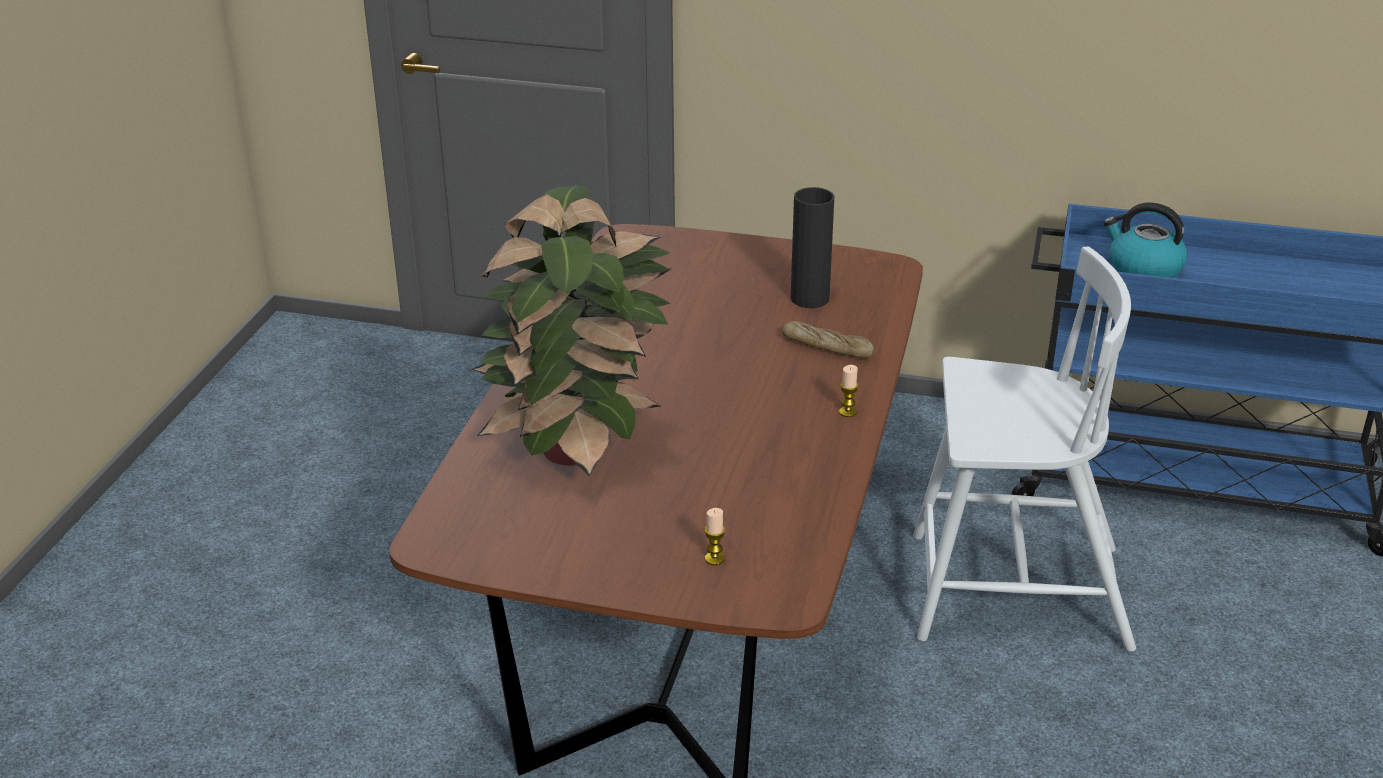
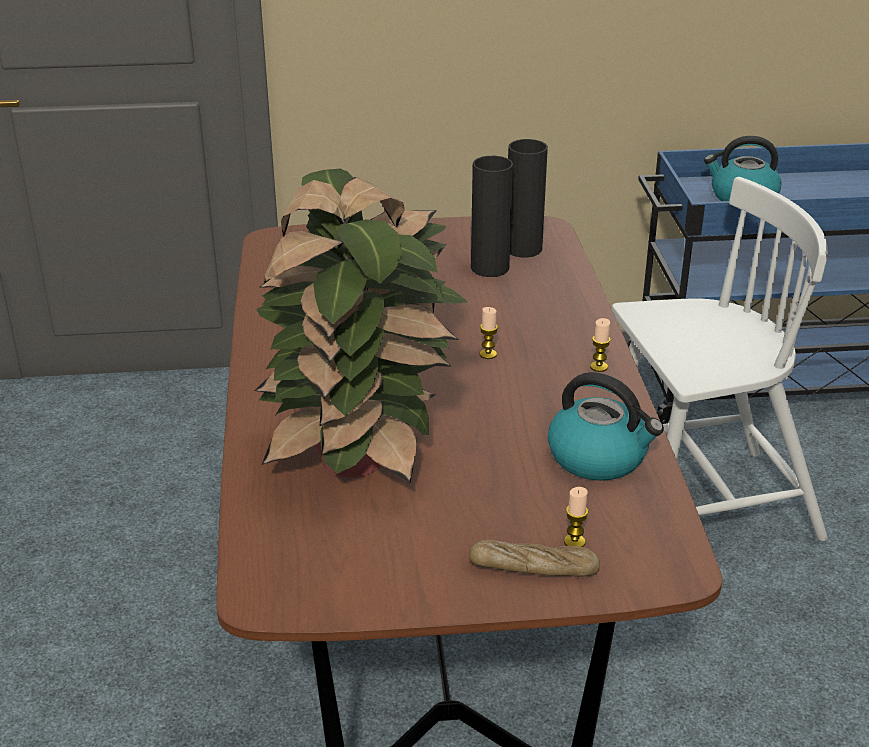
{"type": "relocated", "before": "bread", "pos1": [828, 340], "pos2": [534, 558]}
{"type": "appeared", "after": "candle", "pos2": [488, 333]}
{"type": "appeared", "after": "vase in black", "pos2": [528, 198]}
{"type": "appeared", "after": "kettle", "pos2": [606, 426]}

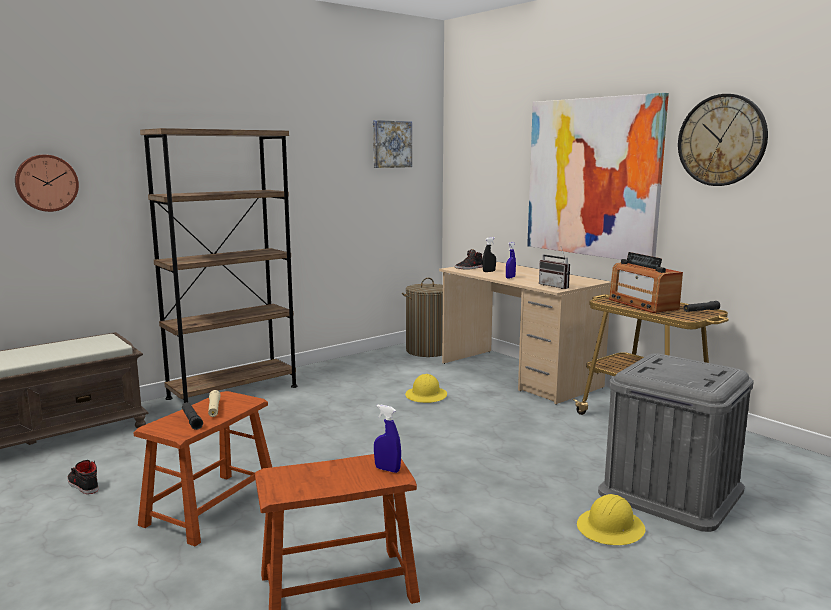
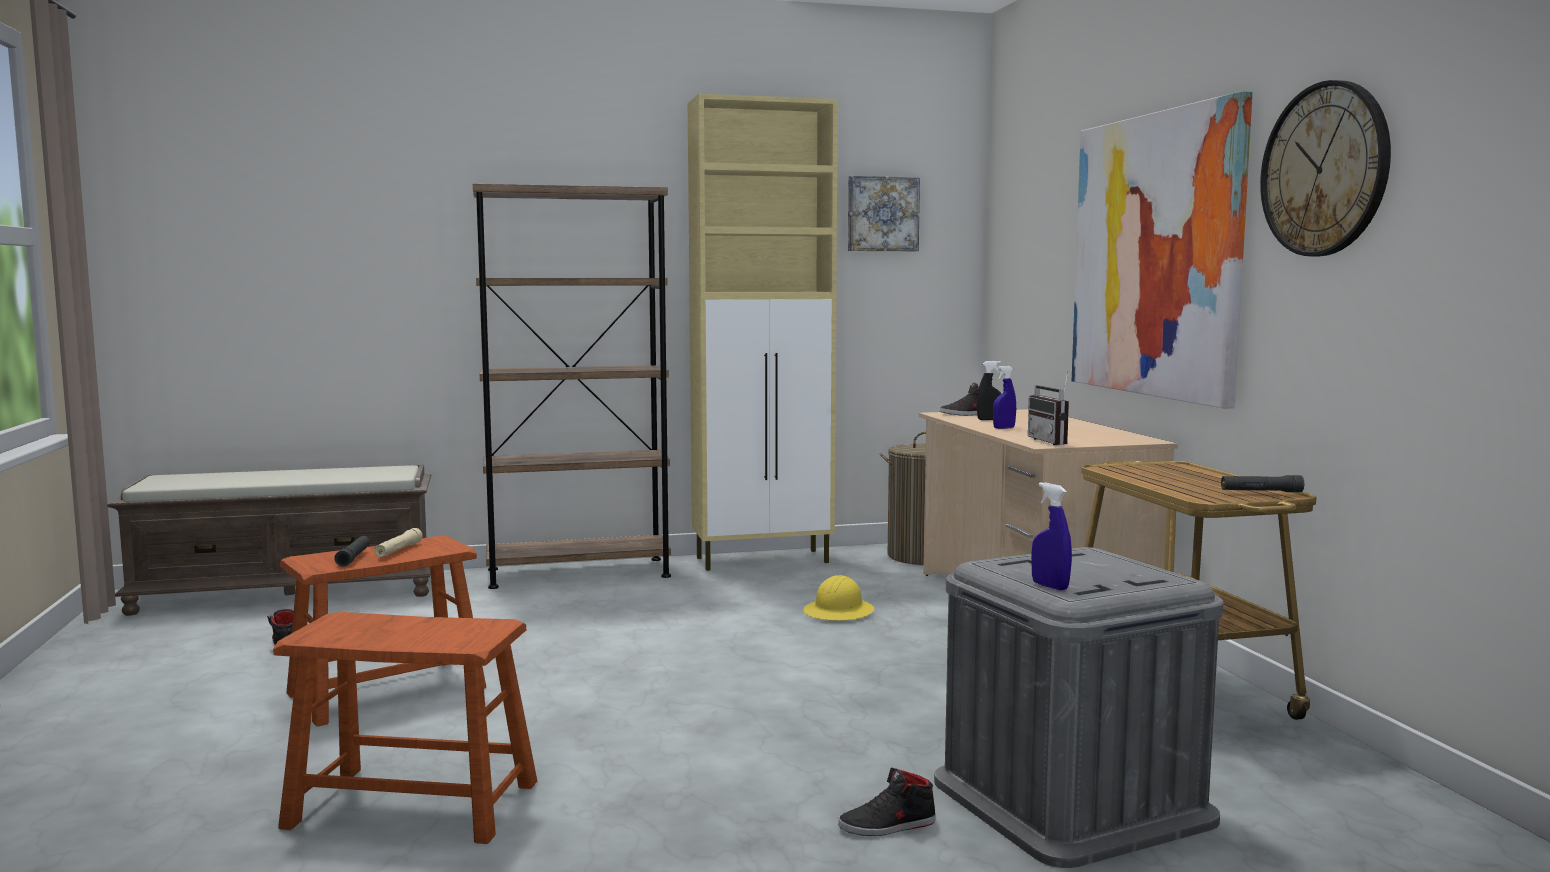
{"type": "missing", "before": "wall clock", "pos1": [47, 183]}
{"type": "relocated", "before": "spray bottle in blue", "pos1": [387, 438], "pos2": [1051, 536]}
{"type": "exchanged", "before": "hard hat in yellow", "after": "shoe in black", "pos1": [611, 519], "pos2": [887, 802]}
{"type": "missing", "before": "radio", "pos1": [646, 282]}
{"type": "appeared", "after": "cabinet in beige", "pos2": [763, 332]}

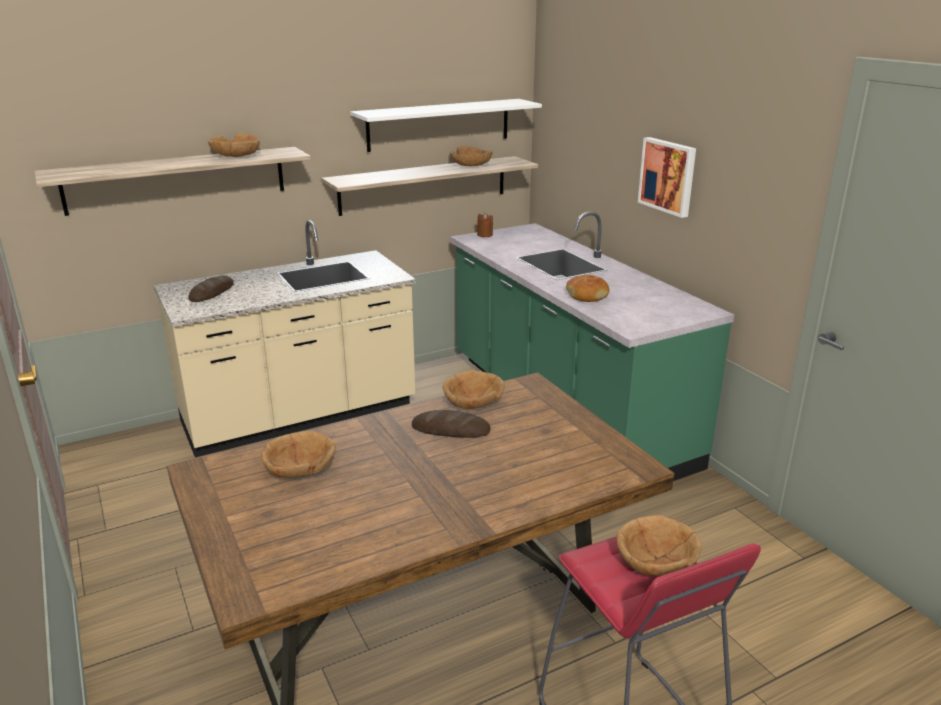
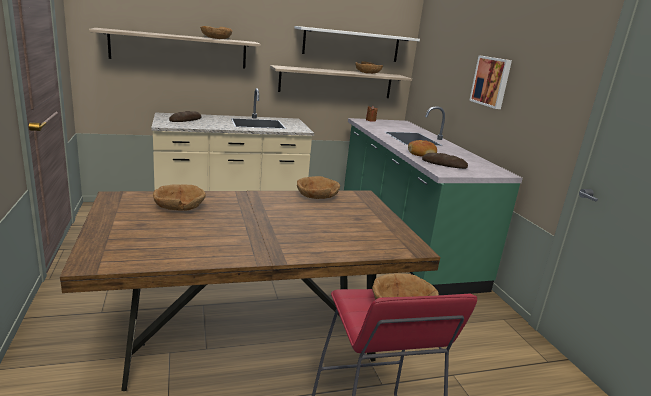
{"type": "relocated", "before": "bread", "pos1": [451, 424], "pos2": [445, 161]}

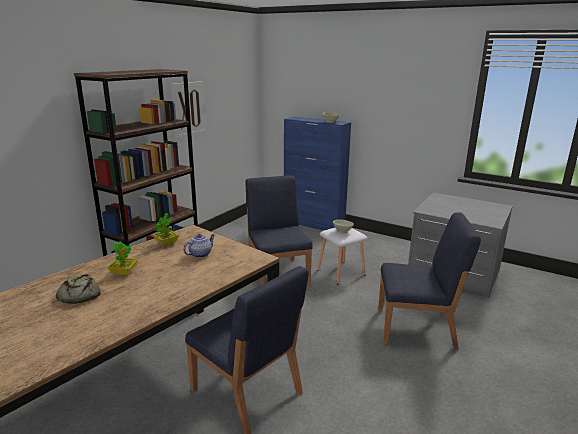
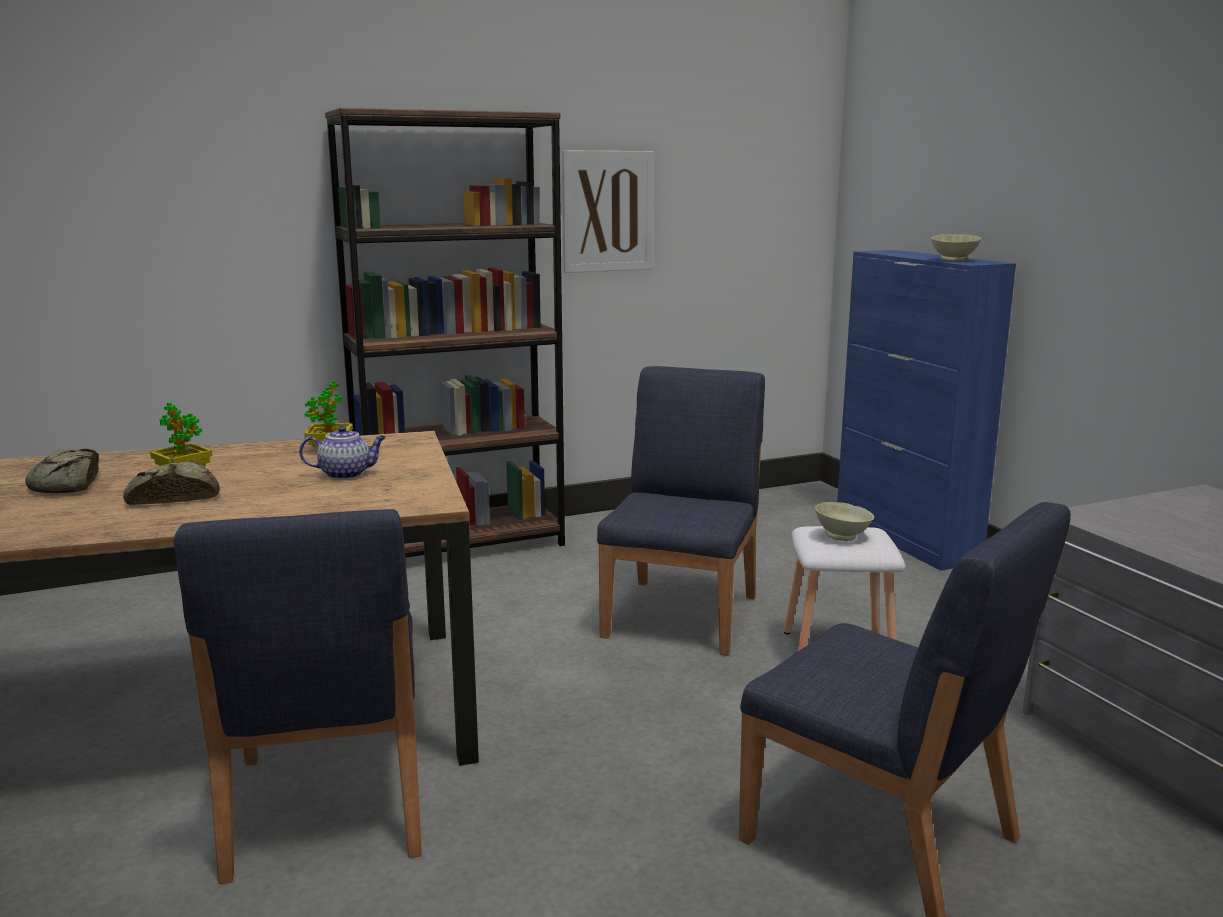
{"type": "appeared", "after": "bread", "pos2": [171, 483]}

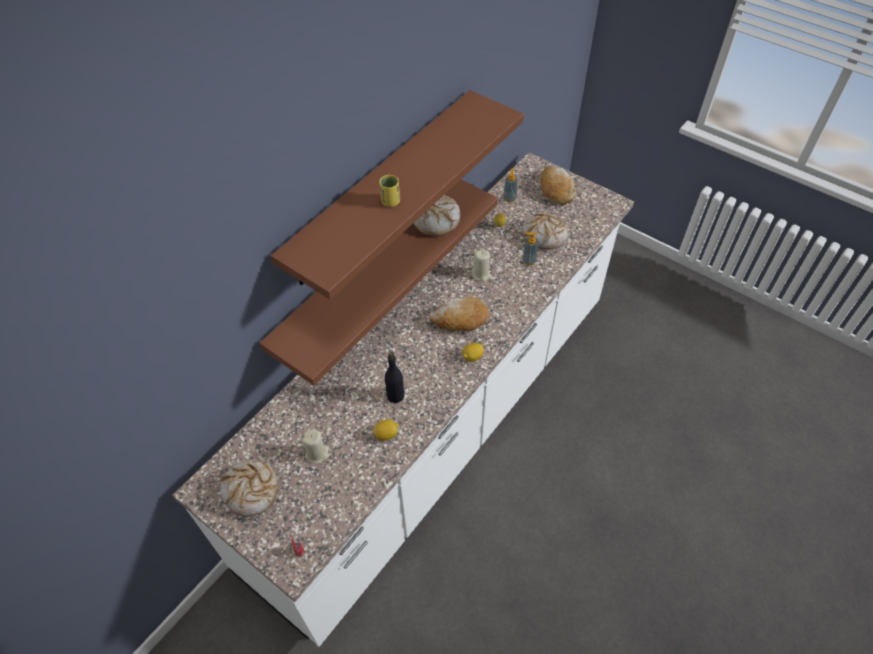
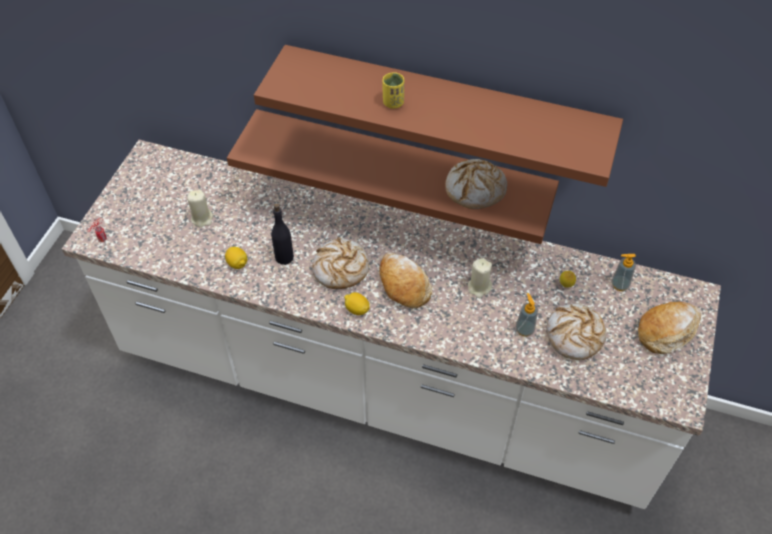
{"type": "relocated", "before": "bread", "pos1": [249, 488], "pos2": [340, 263]}

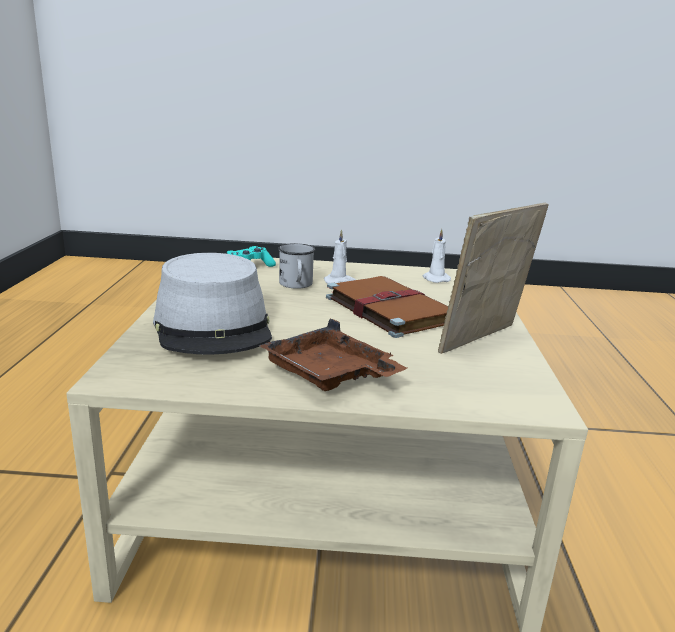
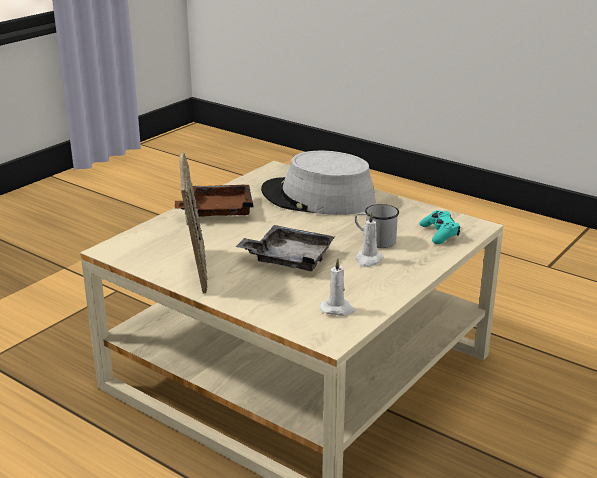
{"type": "exchanged", "before": "book in brown", "after": "tray in grey", "pos1": [387, 307], "pos2": [285, 248]}

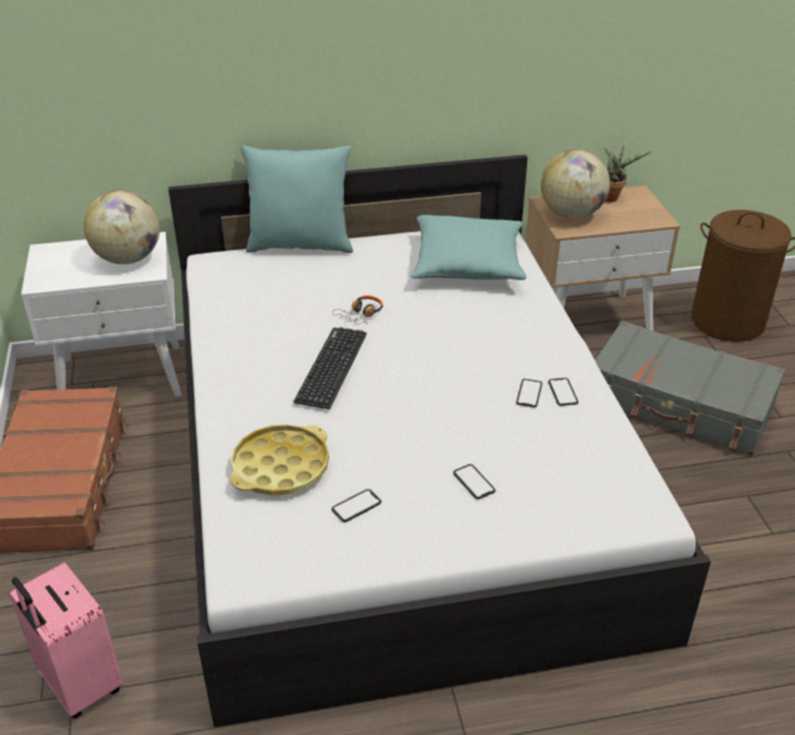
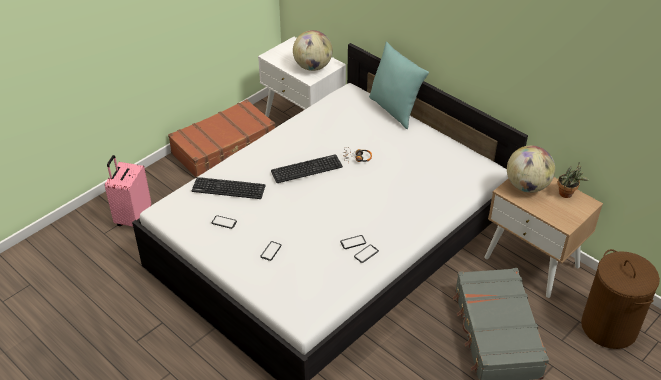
{"type": "exchanged", "before": "tray in yellow", "after": "keyboard", "pos1": [279, 460], "pos2": [228, 188]}
{"type": "missing", "before": "pillow in turquoise", "pos1": [469, 247]}

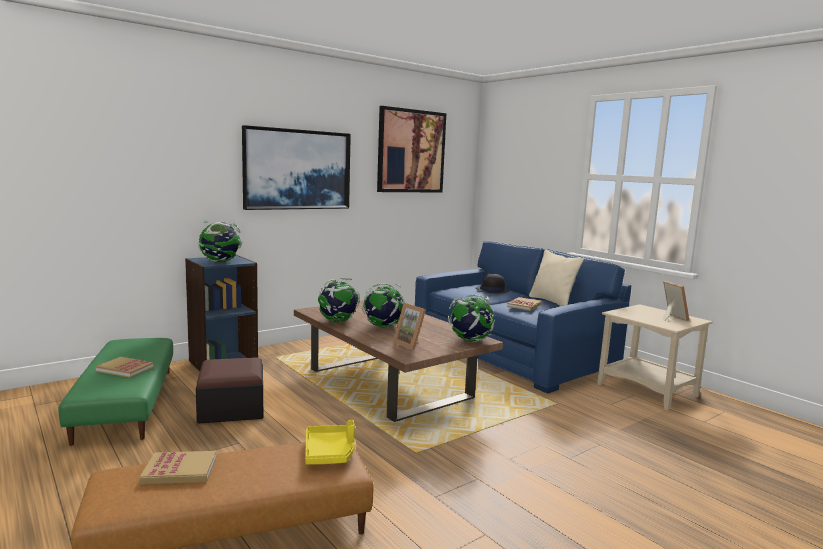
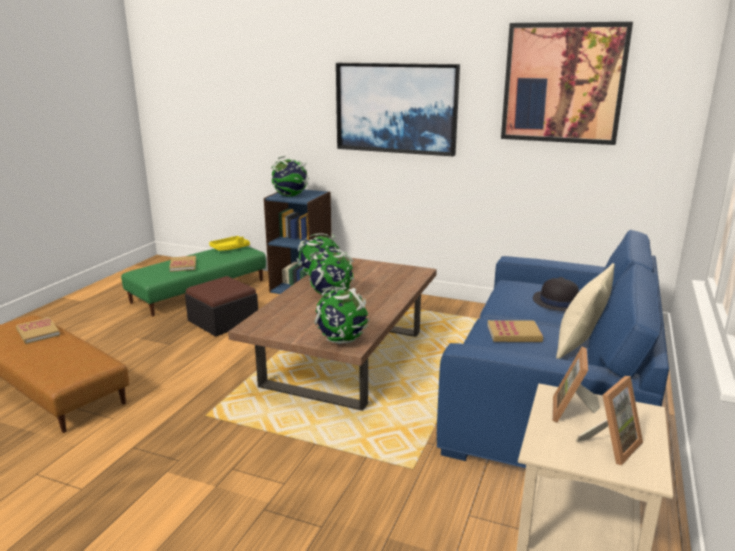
{"type": "relocated", "before": "tray in yellow", "pos1": [330, 442], "pos2": [229, 243]}
{"type": "relocated", "before": "picture frame", "pos1": [409, 326], "pos2": [576, 384]}

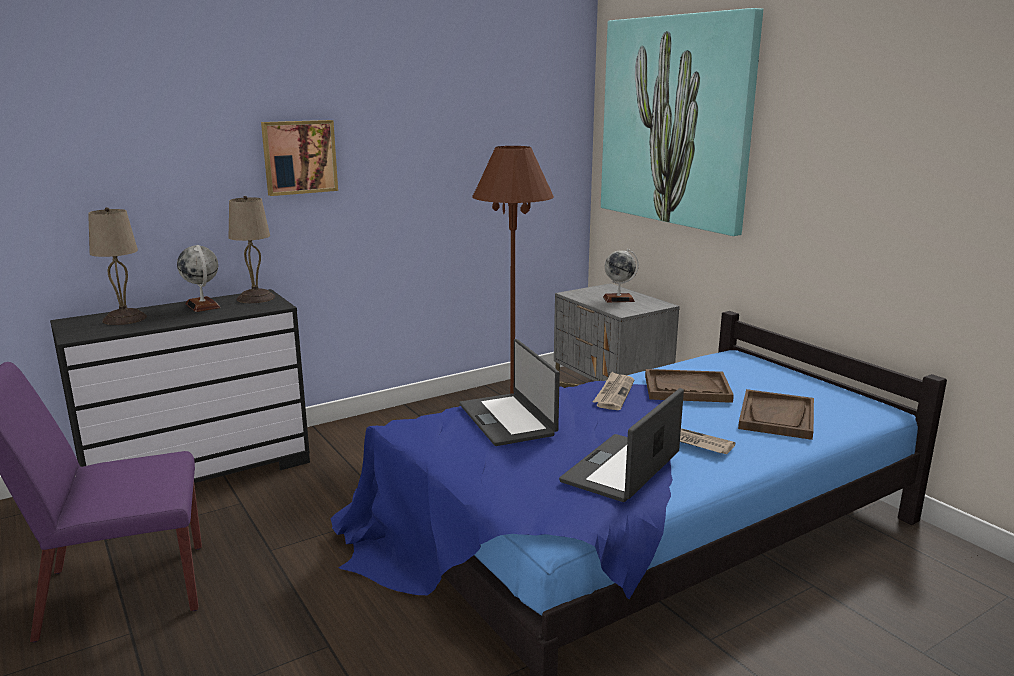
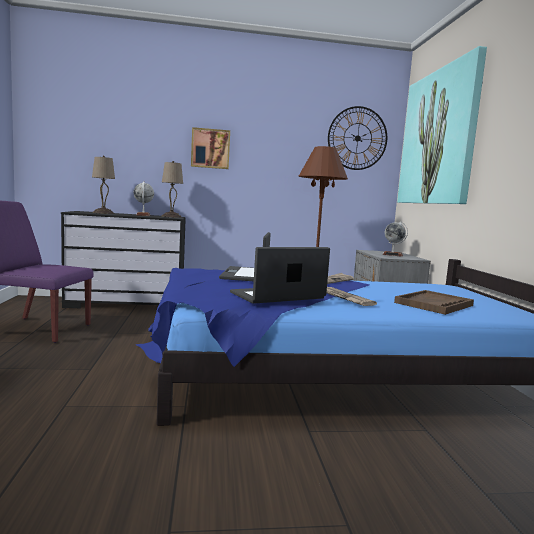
{"type": "missing", "before": "tray in brown", "pos1": [689, 386]}
{"type": "appeared", "after": "wall clock", "pos2": [357, 138]}

